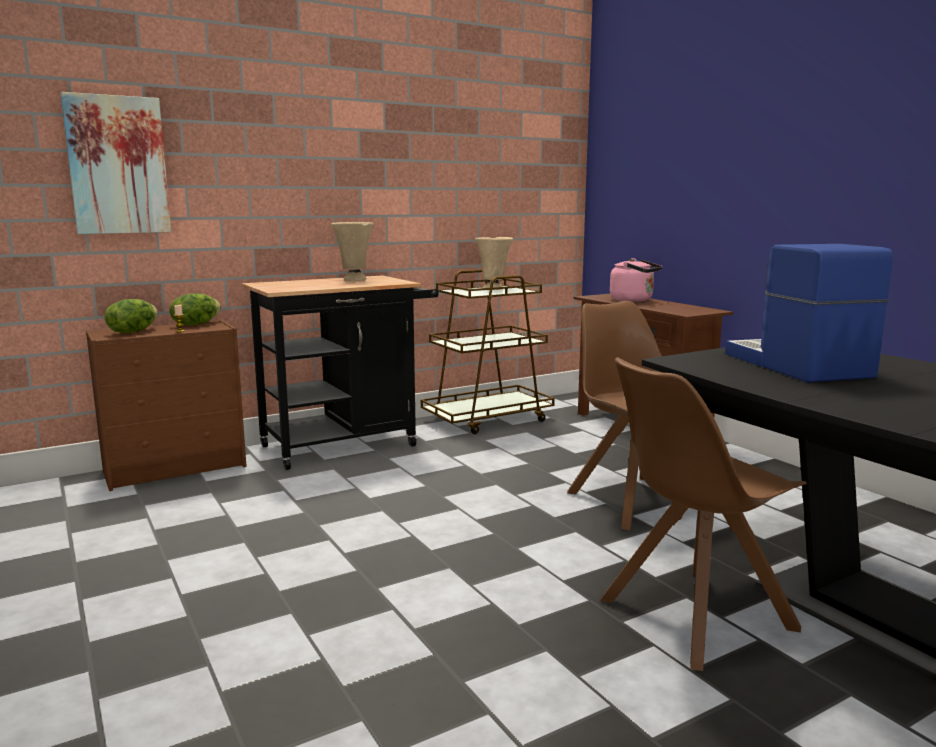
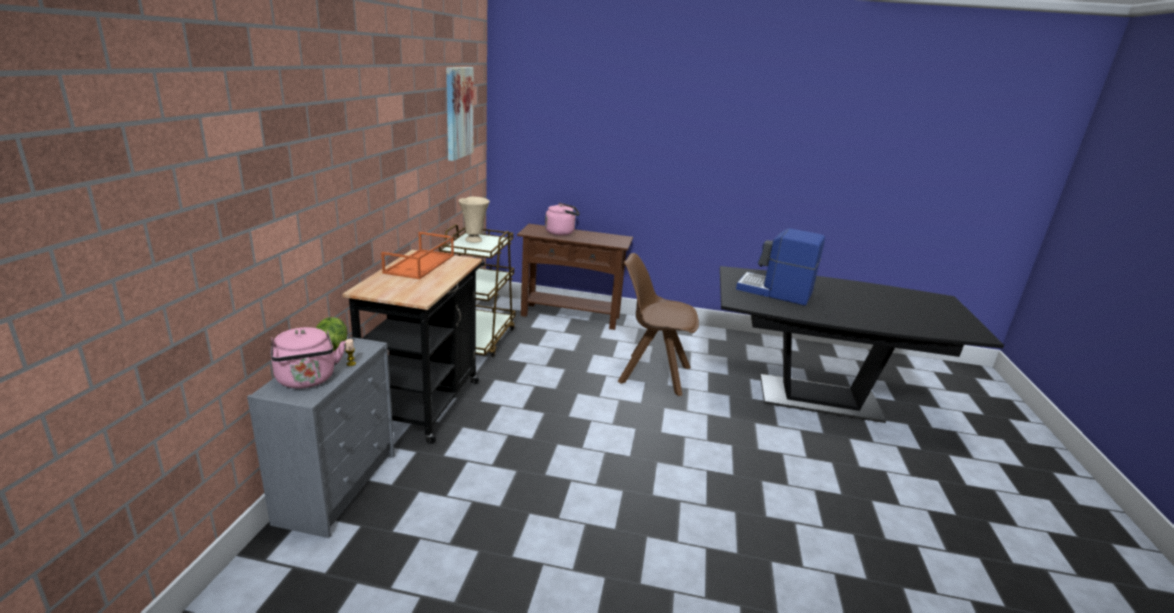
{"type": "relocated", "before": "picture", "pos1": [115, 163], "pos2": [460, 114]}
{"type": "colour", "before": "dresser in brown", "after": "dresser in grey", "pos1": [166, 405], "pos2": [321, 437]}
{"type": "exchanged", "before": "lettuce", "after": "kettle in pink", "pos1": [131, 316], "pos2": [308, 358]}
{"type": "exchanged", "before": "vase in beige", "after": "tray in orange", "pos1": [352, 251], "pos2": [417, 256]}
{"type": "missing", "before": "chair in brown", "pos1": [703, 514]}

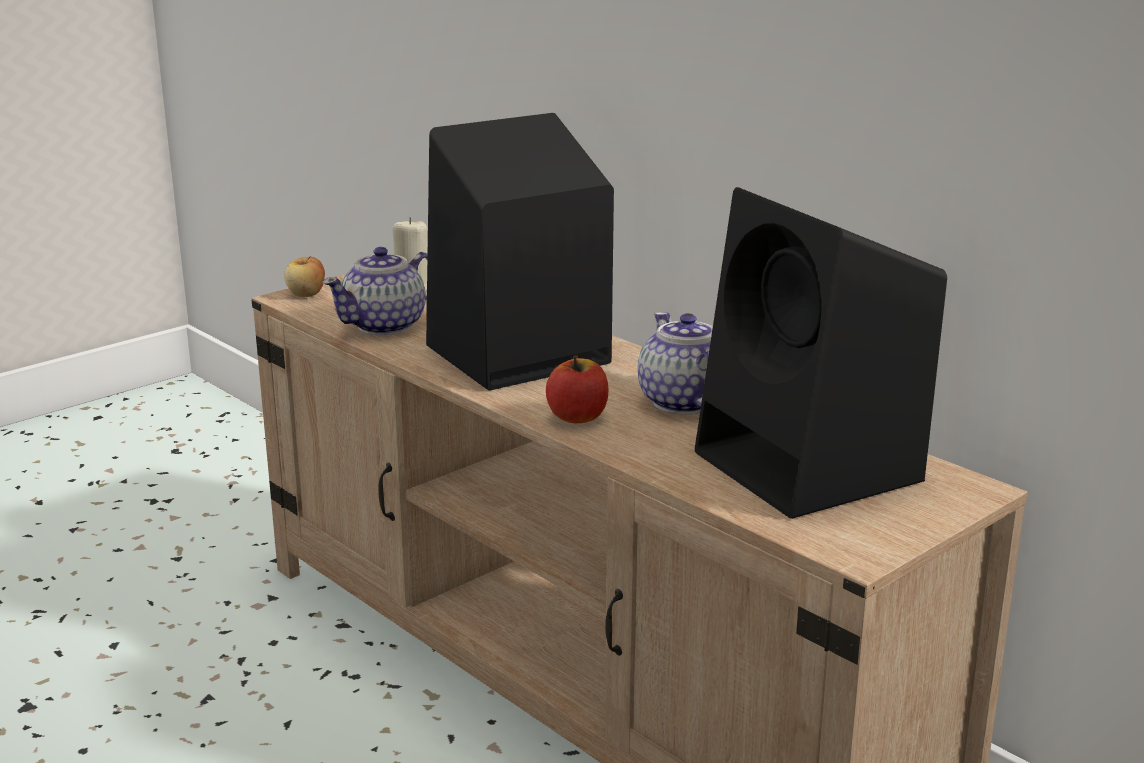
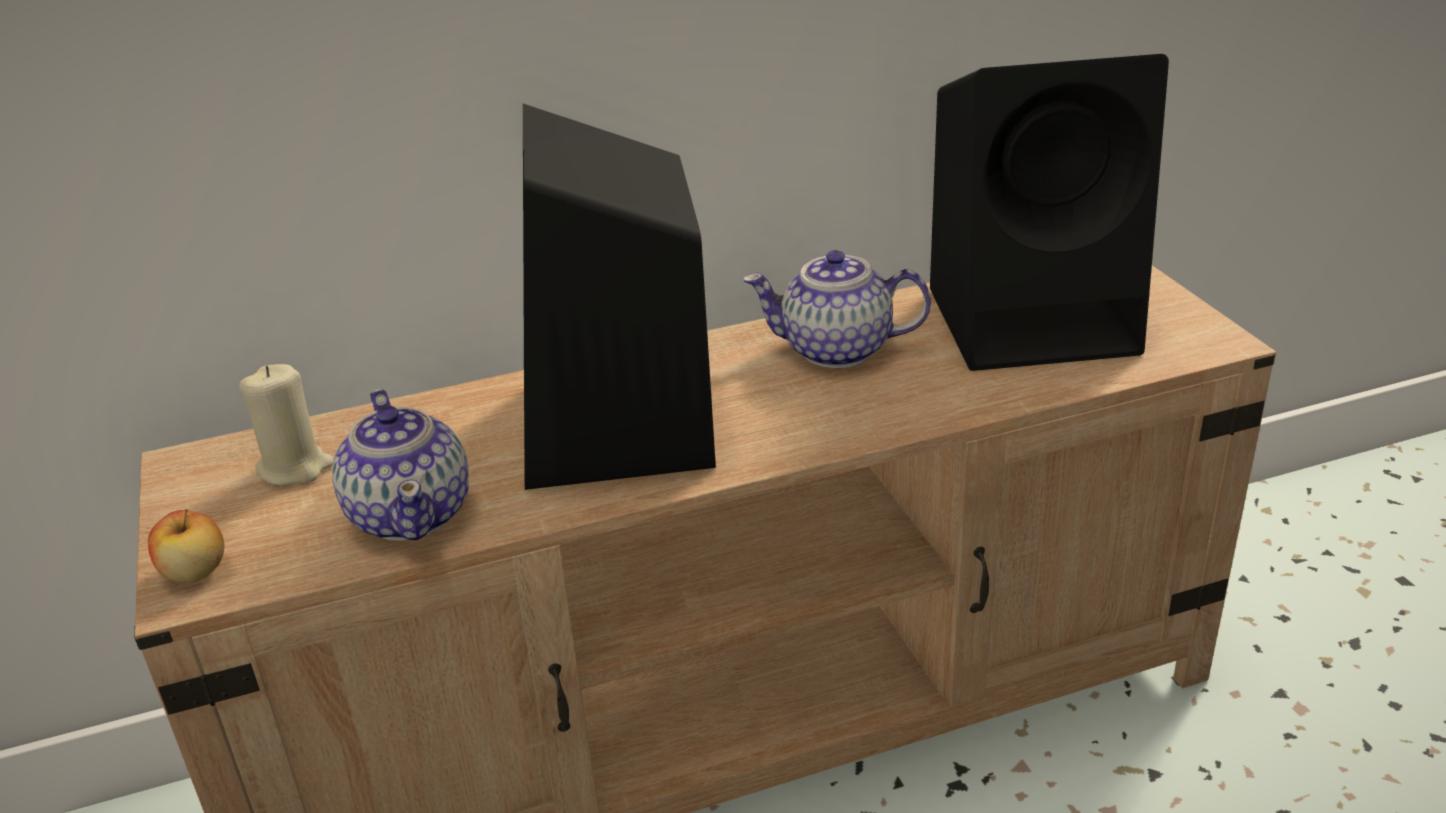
{"type": "missing", "before": "apple", "pos1": [577, 389]}

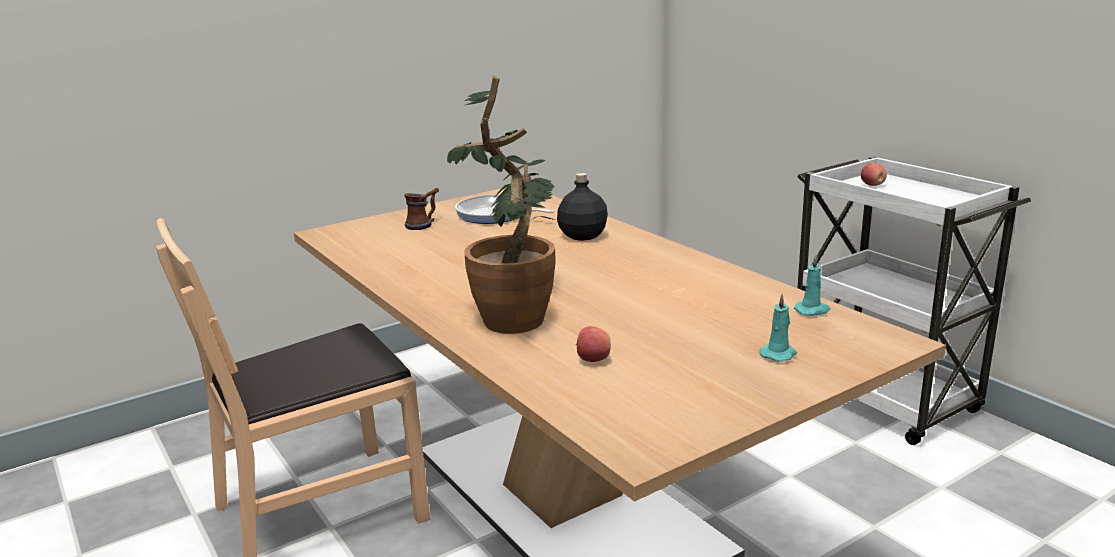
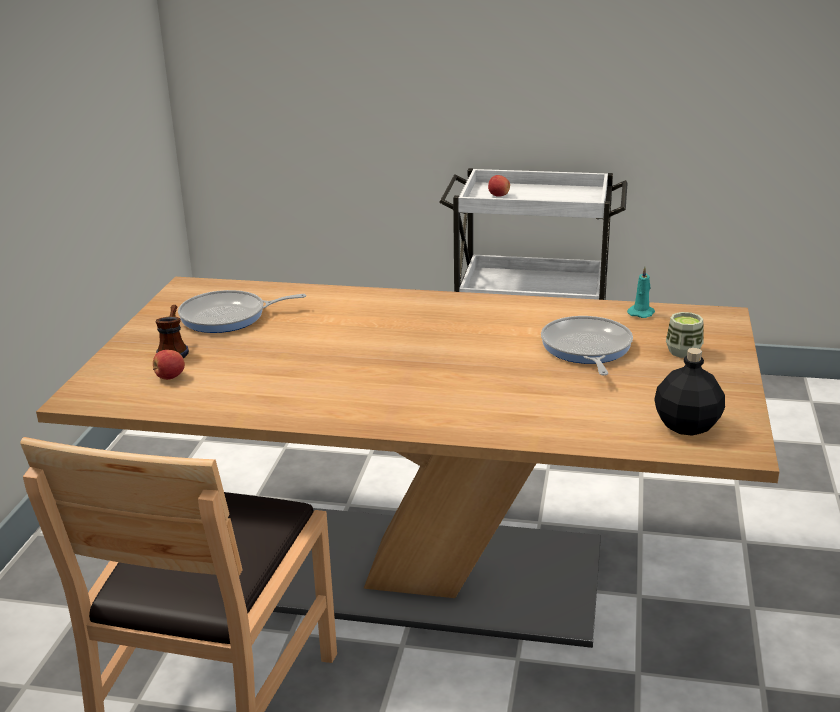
{"type": "missing", "before": "potted plant", "pos1": [501, 205]}
{"type": "relocated", "before": "bottle in black", "pos1": [582, 207], "pos2": [689, 392]}
{"type": "relocated", "before": "apple", "pos1": [593, 344], "pos2": [169, 365]}
{"type": "exchanged", "before": "candle in turquoise", "after": "cup", "pos1": [778, 327], "pos2": [685, 335]}
{"type": "appeared", "after": "frying pan", "pos2": [587, 346]}

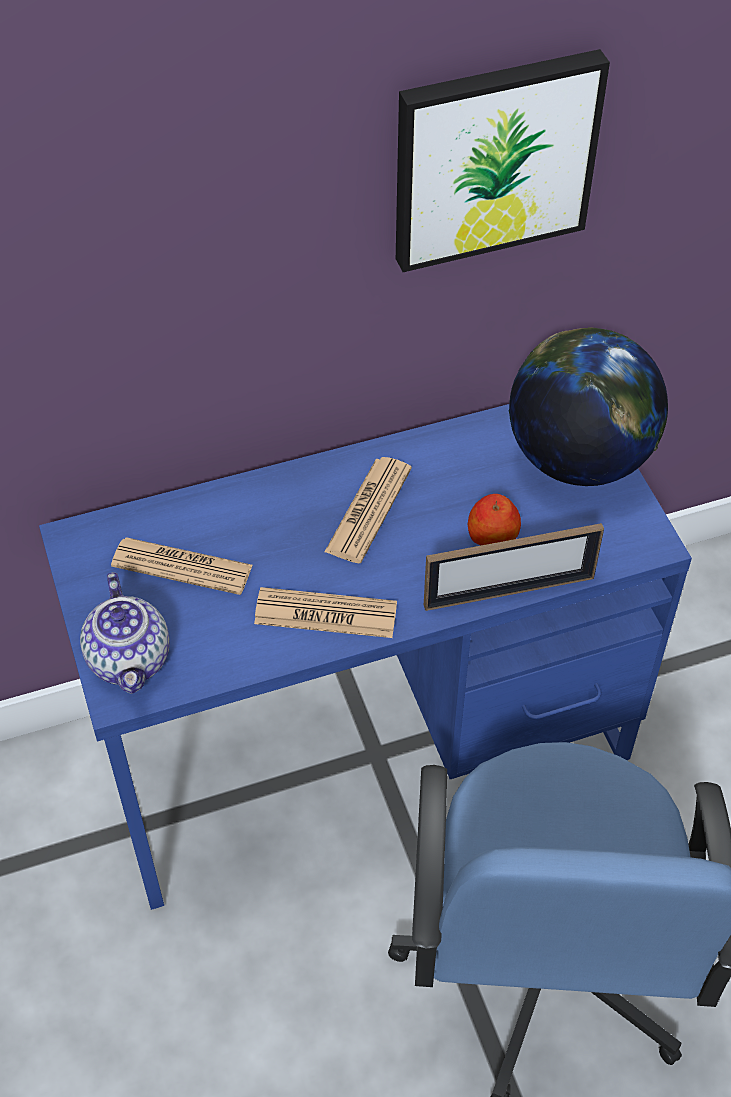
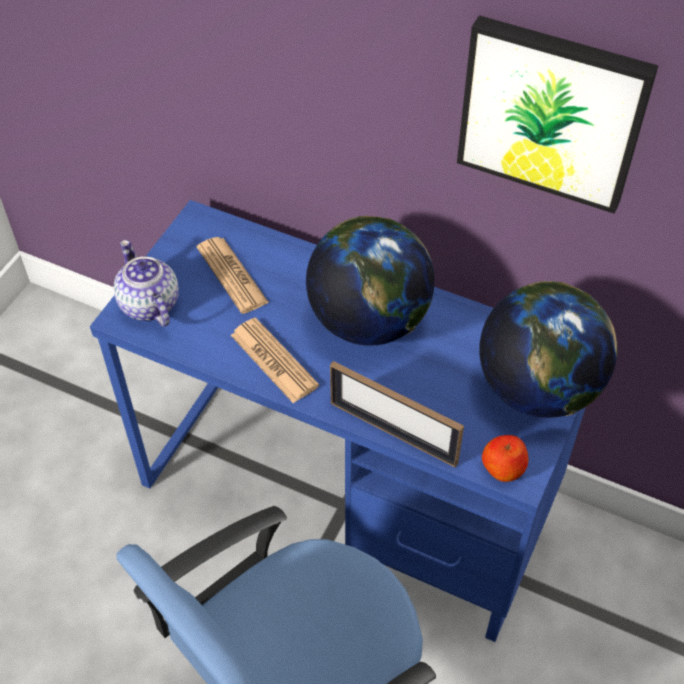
{"type": "spun", "before": "teapot", "pos1": [125, 633], "pos2": [146, 283], "turn": 120}
{"type": "exchanged", "before": "newspaper", "after": "globe", "pos1": [368, 510], "pos2": [370, 280]}
{"type": "relocated", "before": "apple", "pos1": [494, 519], "pos2": [505, 458]}

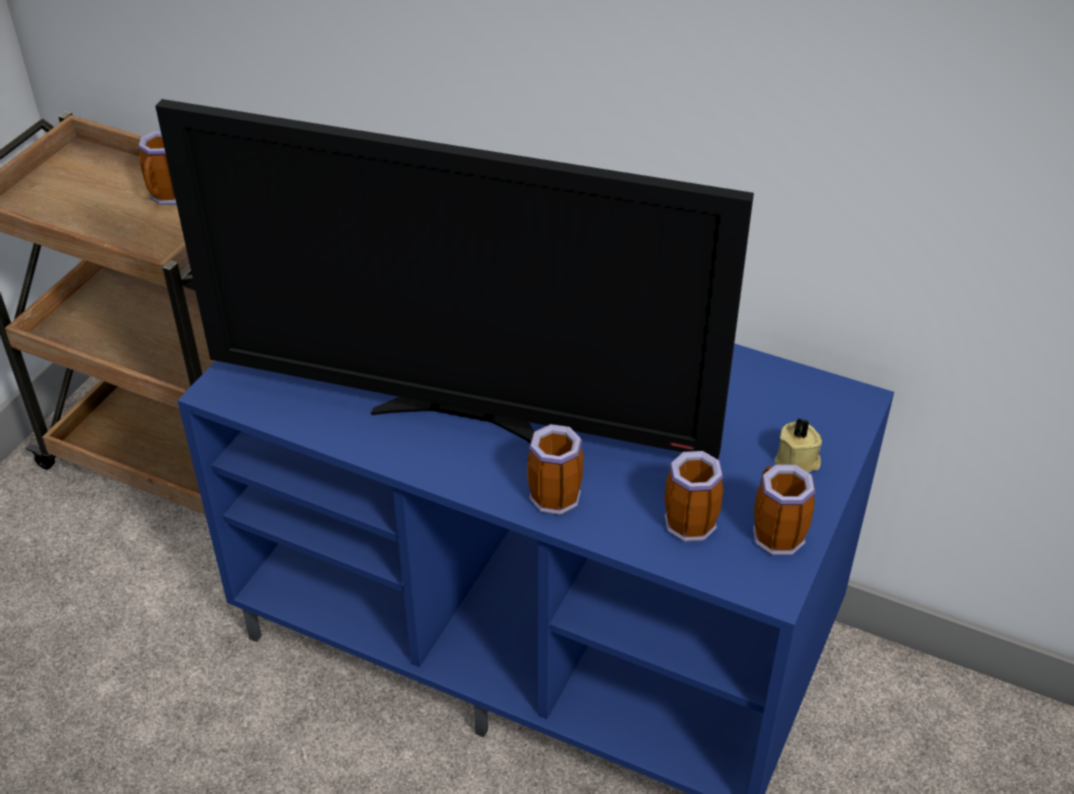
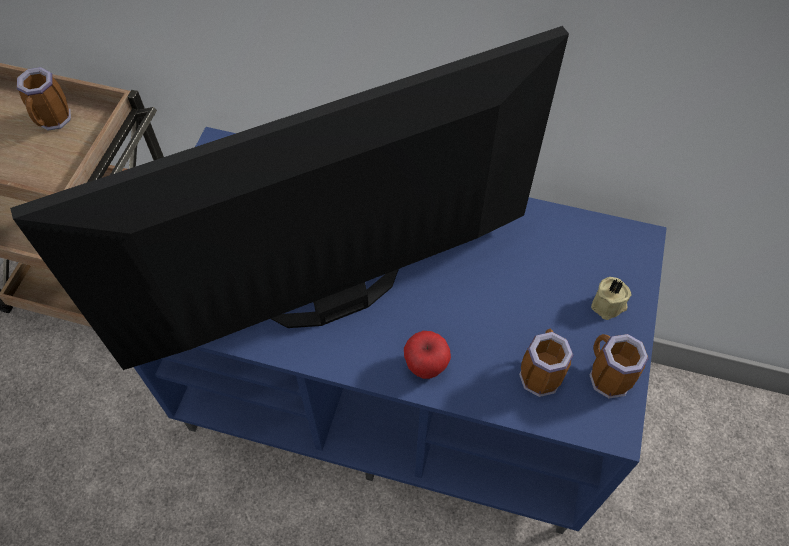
{"type": "spun", "before": "television", "pos1": [454, 279], "pos2": [289, 198], "turn": 150}
{"type": "exchanged", "before": "mug", "after": "apple", "pos1": [555, 469], "pos2": [427, 355]}

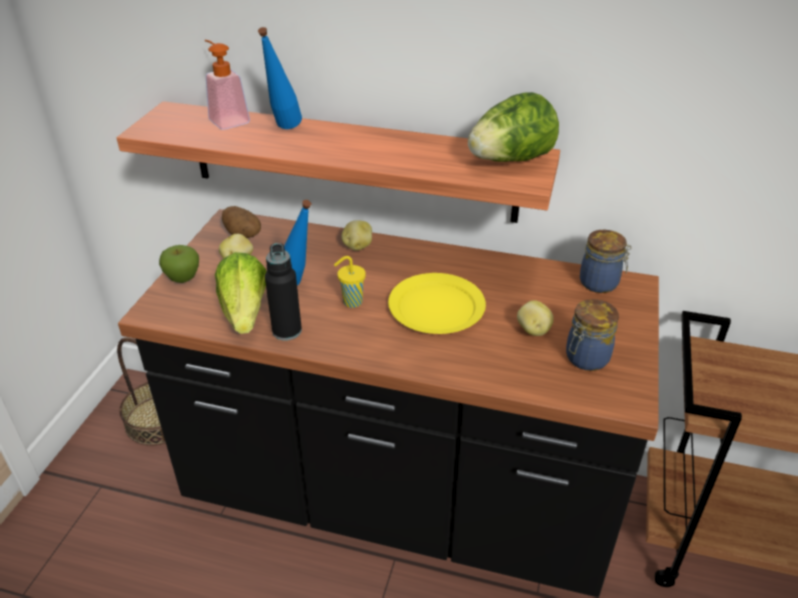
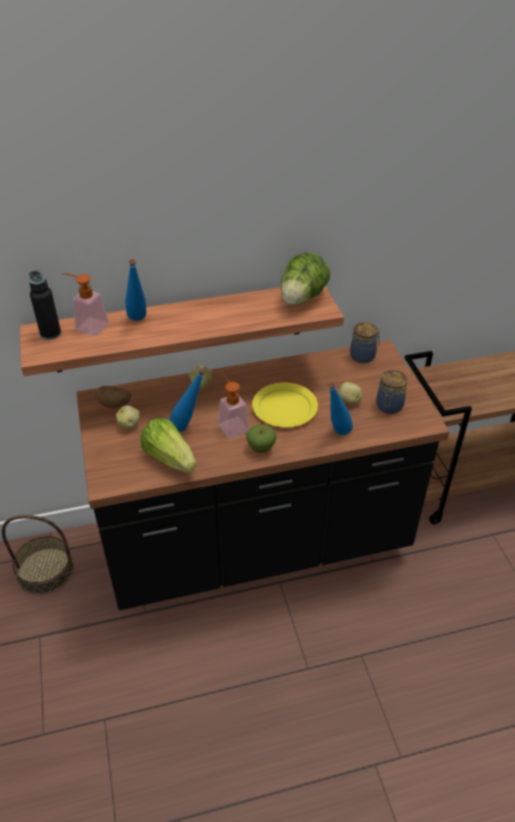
{"type": "relocated", "before": "apple", "pos1": [179, 264], "pos2": [261, 438]}
{"type": "relocated", "before": "bottle in black", "pos1": [283, 292], "pos2": [45, 305]}
{"type": "exchanged", "before": "cup in yellow", "after": "soap dispenser", "pos1": [350, 282], "pos2": [233, 405]}
{"type": "appeared", "after": "bottle in blue", "pos2": [340, 408]}

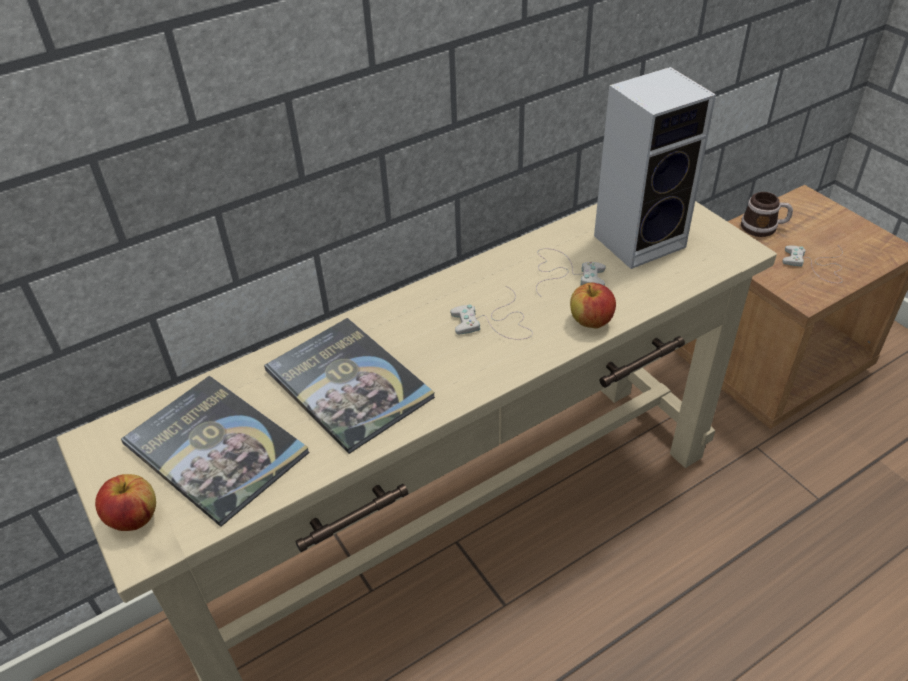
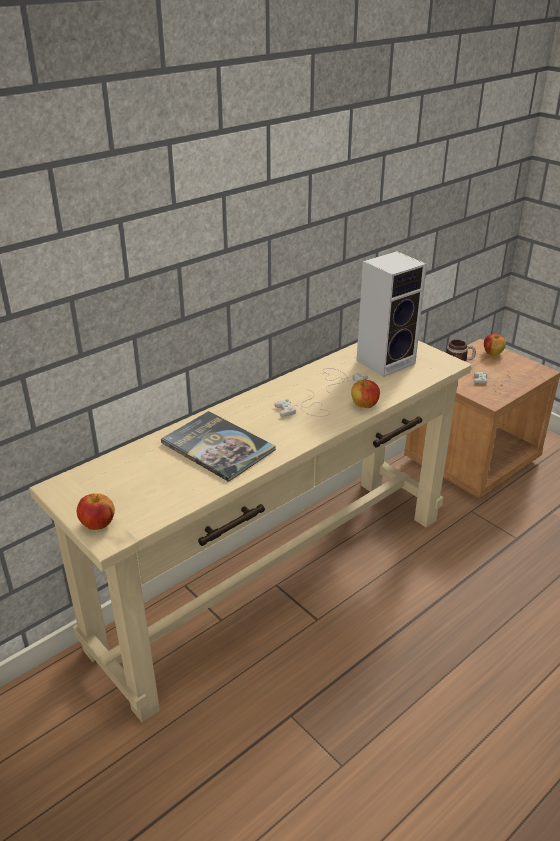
{"type": "missing", "before": "book", "pos1": [215, 451]}
{"type": "appeared", "after": "apple", "pos2": [495, 345]}

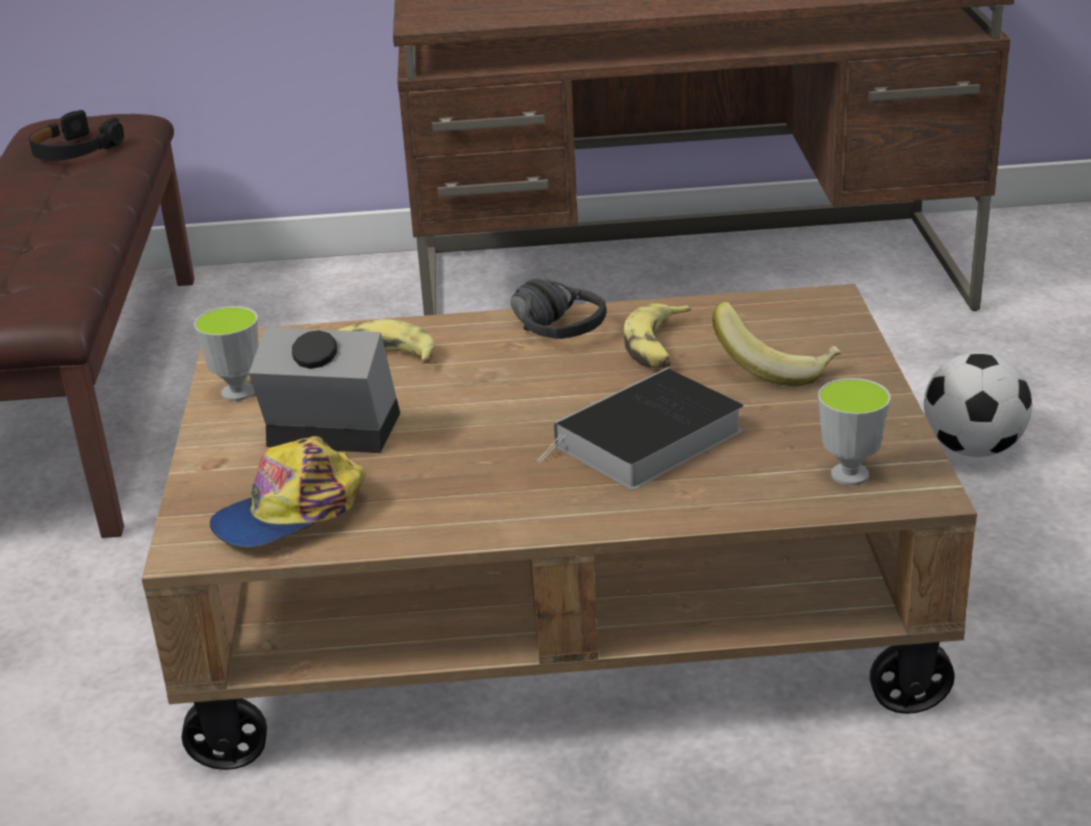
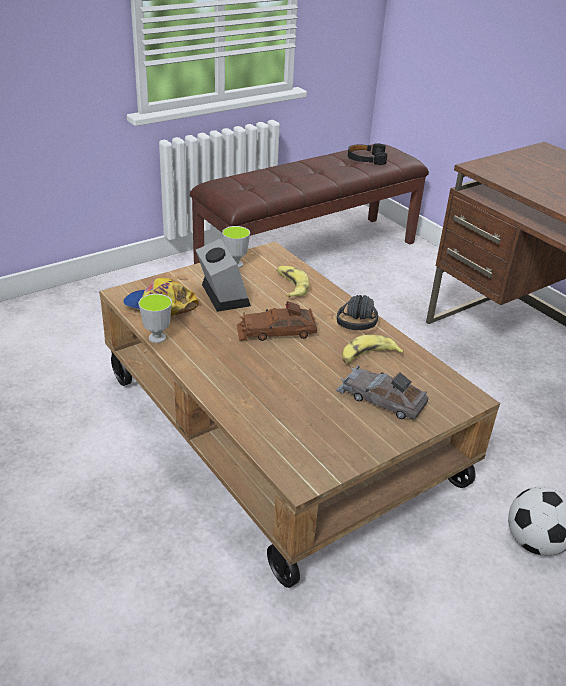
{"type": "missing", "before": "book", "pos1": [640, 429]}
{"type": "exchanged", "before": "banana", "after": "toy car in grey", "pos1": [776, 344], "pos2": [382, 392]}
{"type": "relocated", "before": "cup", "pos1": [854, 431], "pos2": [155, 318]}
{"type": "appeared", "after": "toy car in brown", "pos2": [277, 321]}

